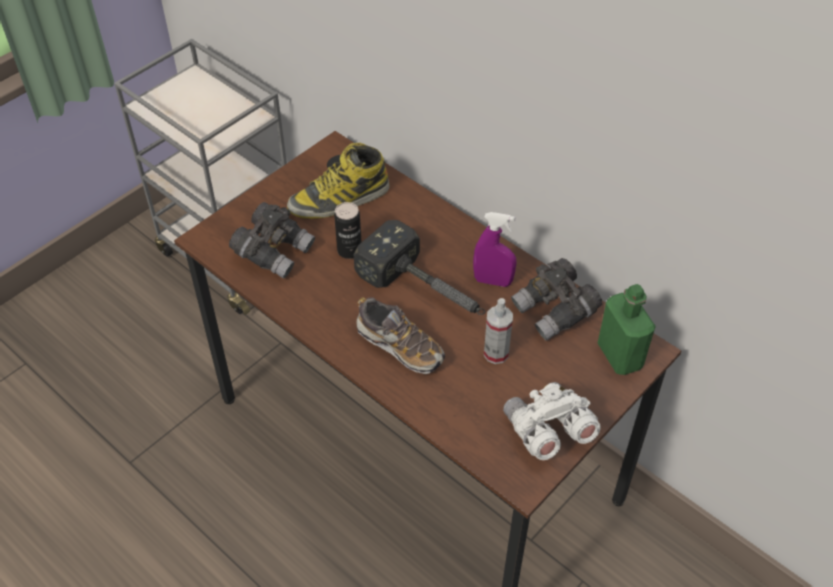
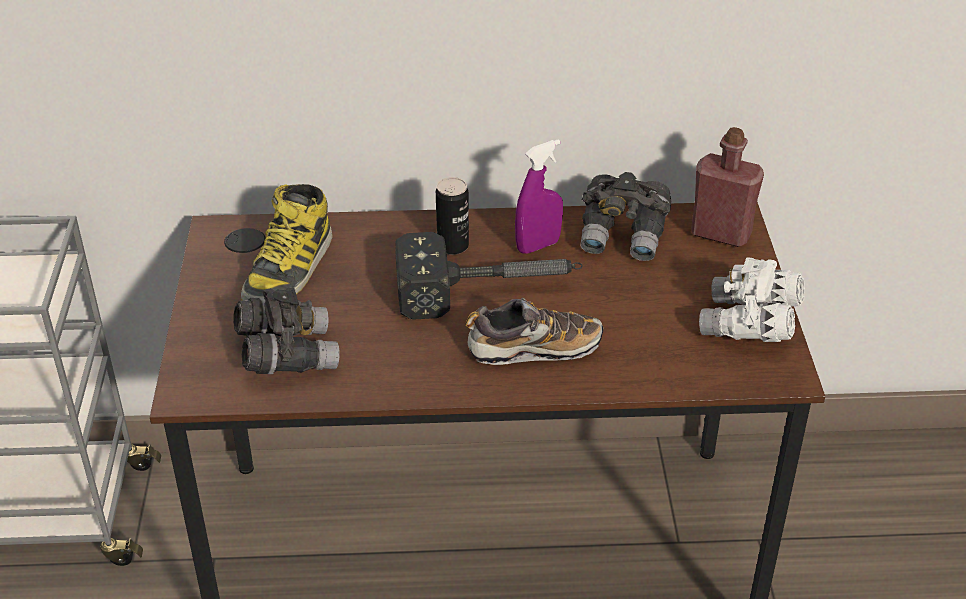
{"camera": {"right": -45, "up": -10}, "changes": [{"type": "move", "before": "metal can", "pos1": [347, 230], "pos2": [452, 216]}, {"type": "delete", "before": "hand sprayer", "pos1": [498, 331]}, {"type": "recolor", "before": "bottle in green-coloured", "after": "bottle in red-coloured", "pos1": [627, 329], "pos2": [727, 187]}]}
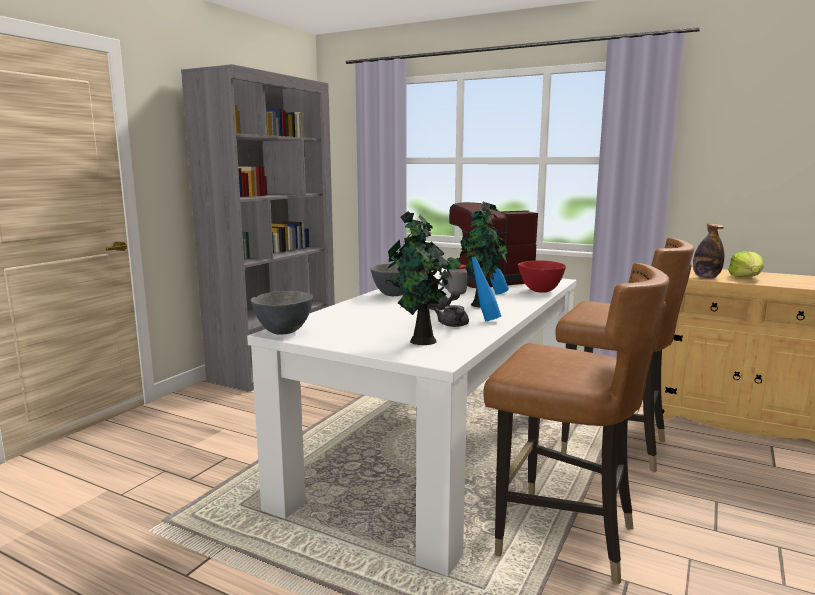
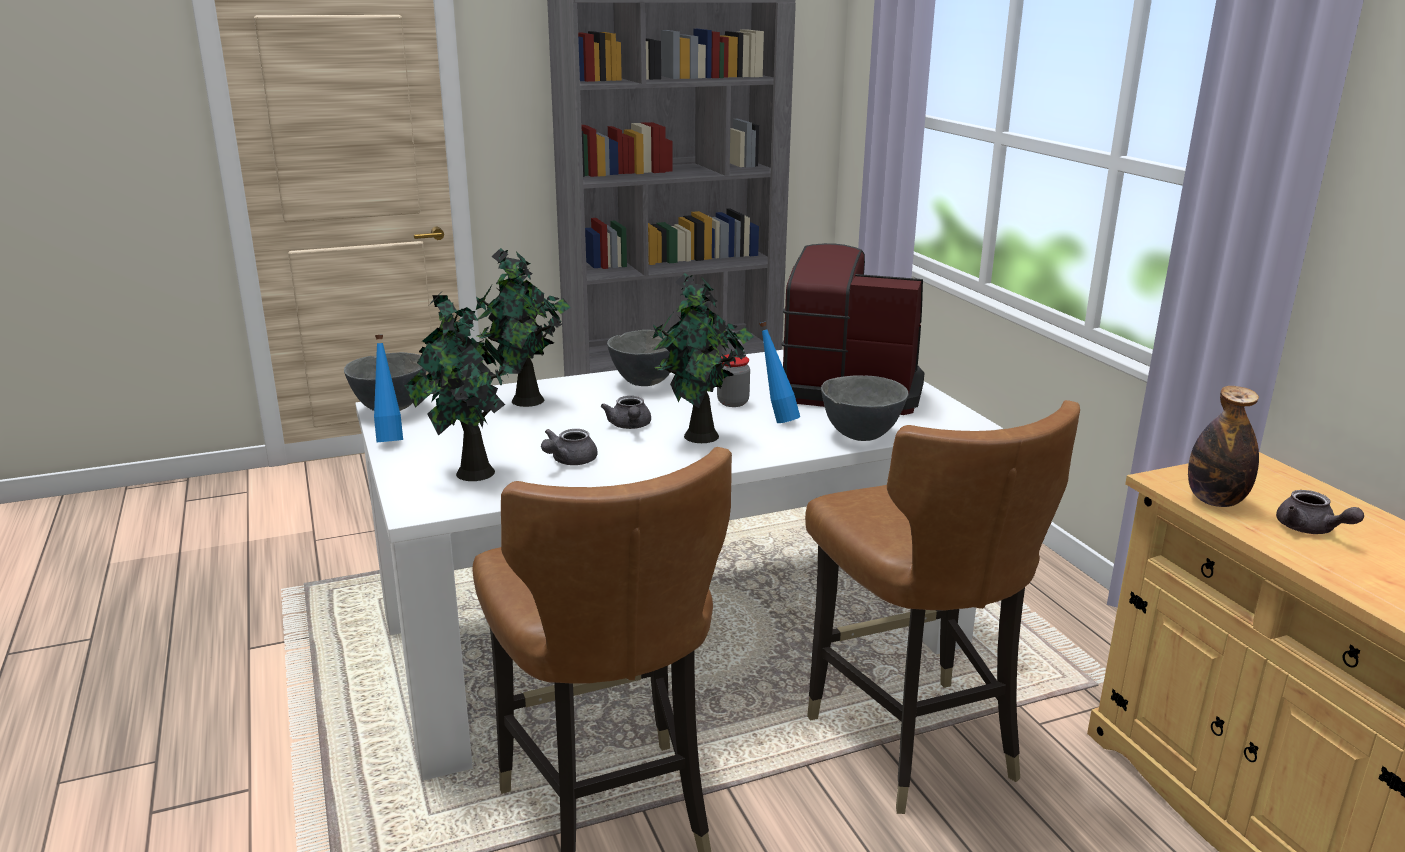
{"camera": {"right": 40, "up": 10}, "changes": [{"type": "move", "before": "bottle in blue", "pos1": [485, 286], "pos2": [388, 388]}, {"type": "recolor", "before": "deep dish in red-coloured", "after": "deep dish in gray", "pos1": [542, 276], "pos2": [865, 408]}, {"type": "replace", "before": "head of lettuce", "after": "pot for tea in gray", "pos1": [746, 264], "pos2": [1320, 512]}, {"type": "insert", "after": "plant in a pot", "pos2": [523, 327]}]}
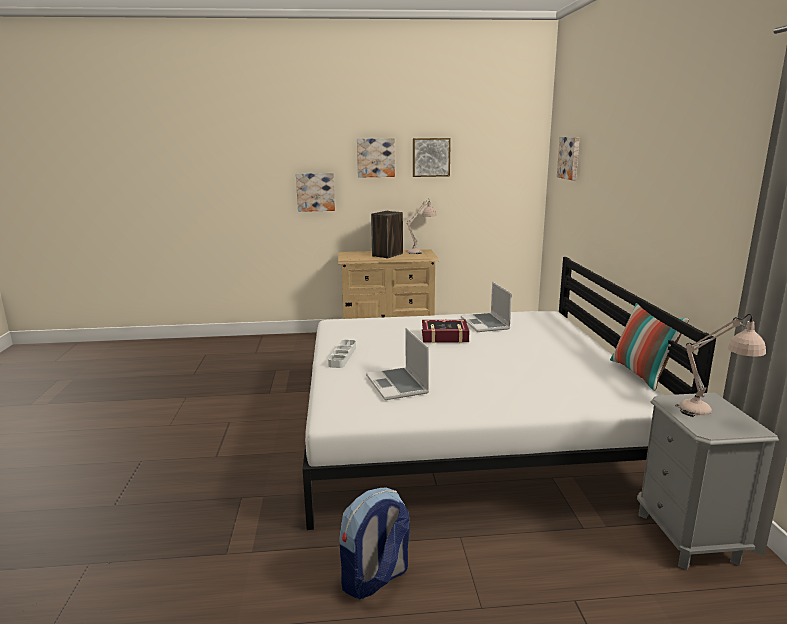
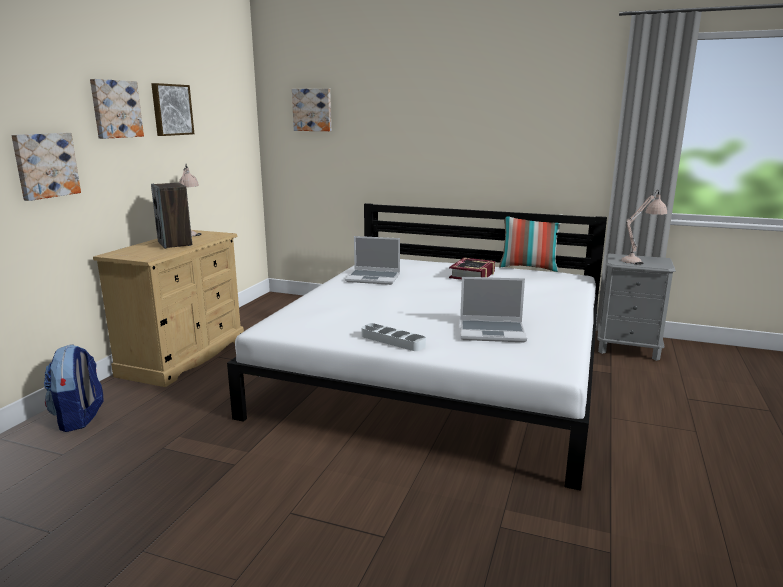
{"camera": {"right": -65, "up": 0}, "changes": [{"type": "move", "before": "knapsack", "pos1": [374, 543], "pos2": [74, 388]}, {"type": "move", "before": "volume", "pos1": [445, 331], "pos2": [472, 269]}]}
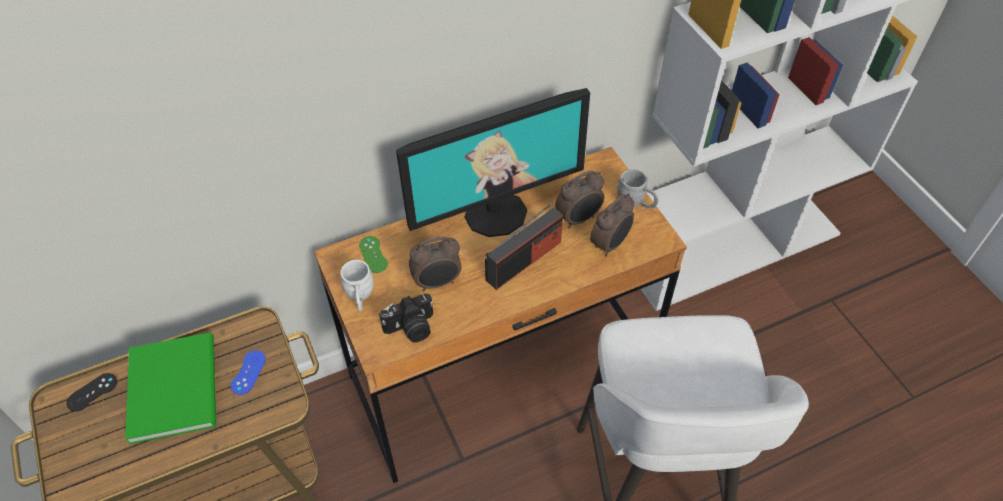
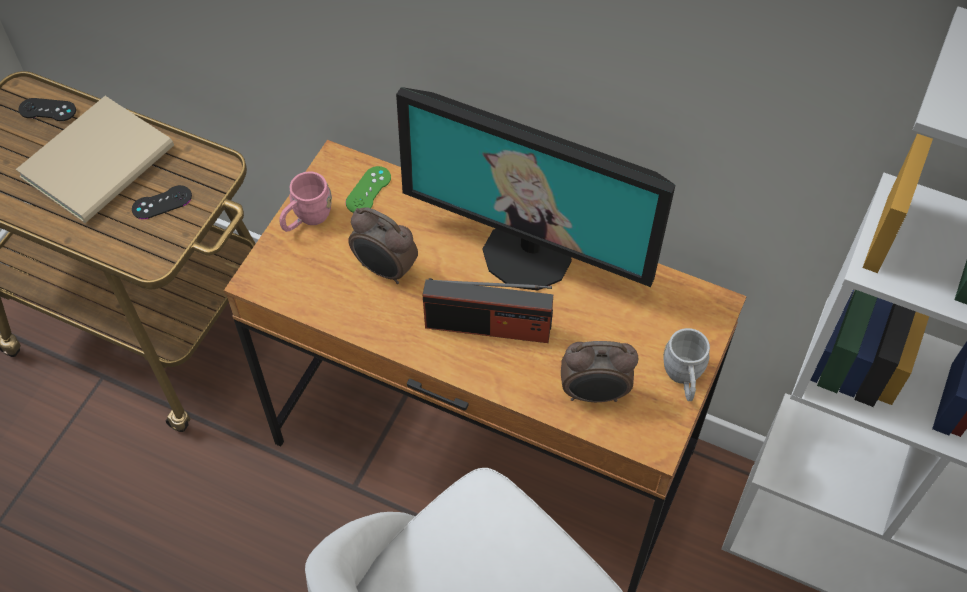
{"camera": {"right": 50, "up": 5}, "changes": [{"type": "recolor", "before": "volume in green-coloured", "after": "volume in beige-coloured", "pos1": [170, 388], "pos2": [95, 159]}, {"type": "recolor", "before": "joypad in blue", "after": "joypad in blackish", "pos1": [248, 372], "pos2": [162, 202]}, {"type": "recolor", "before": "tea mug in white", "after": "tea mug in pink-coloured", "pos1": [356, 285], "pos2": [305, 201]}, {"type": "delete", "before": "photo camera", "pos1": [406, 318]}, {"type": "delete", "before": "table clock", "pos1": [579, 199]}]}
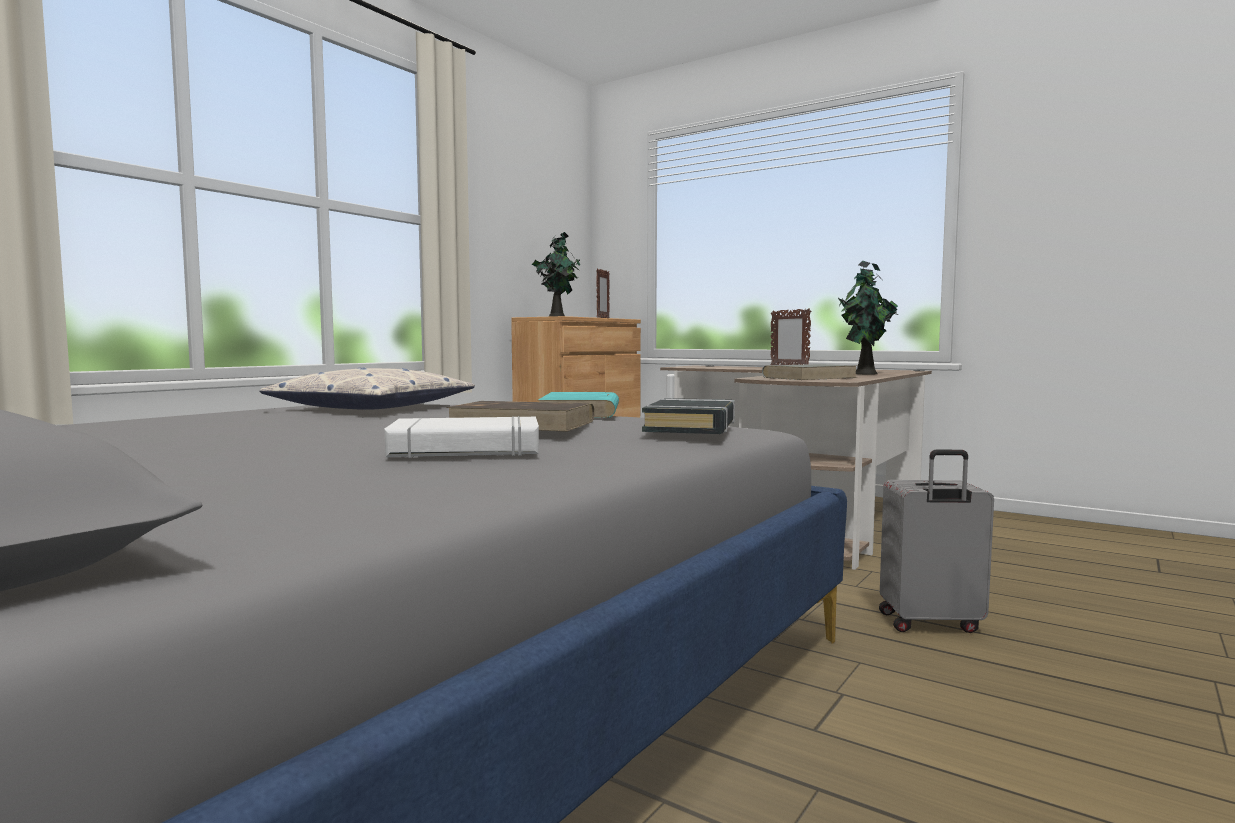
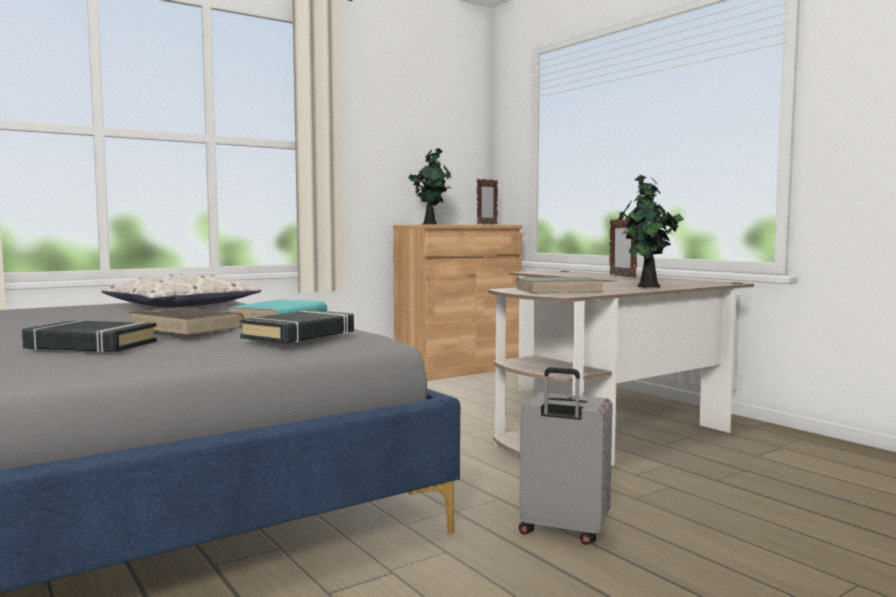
{"camera": {"right": 20, "up": 0}, "changes": [{"type": "recolor", "before": "volume in white", "after": "volume in blackish", "pos1": [462, 437], "pos2": [89, 336]}]}
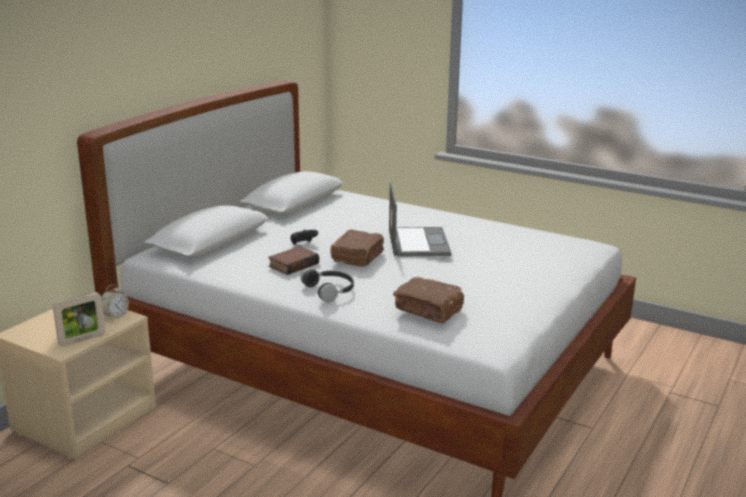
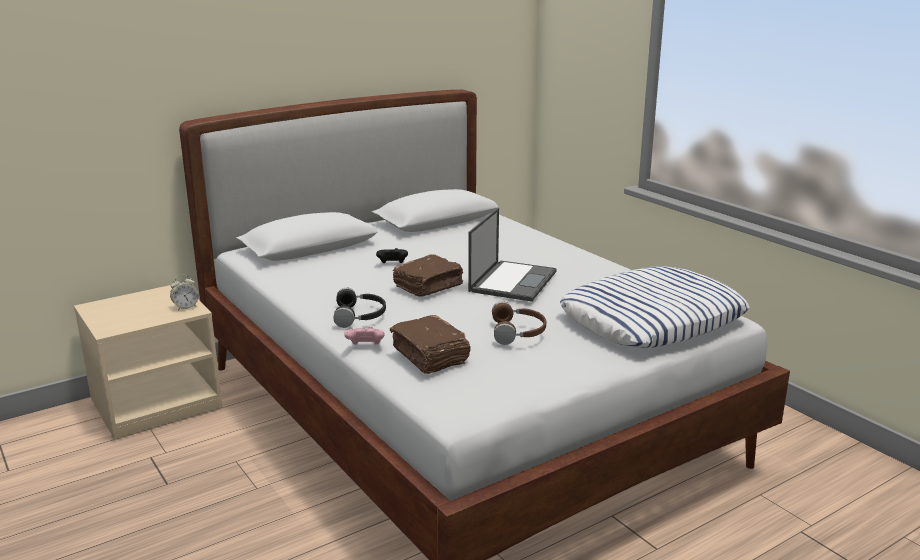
{"camera": {"right": 25, "up": 0}, "changes": [{"type": "delete", "before": "photo frame", "pos1": [79, 319]}, {"type": "delete", "before": "volume", "pos1": [293, 260]}, {"type": "insert", "after": "joypad in pink-coloured", "pos2": [364, 336]}, {"type": "insert", "after": "pair of headphones in brownish", "pos2": [519, 323]}, {"type": "insert", "after": "pillow", "pos2": [655, 307]}]}
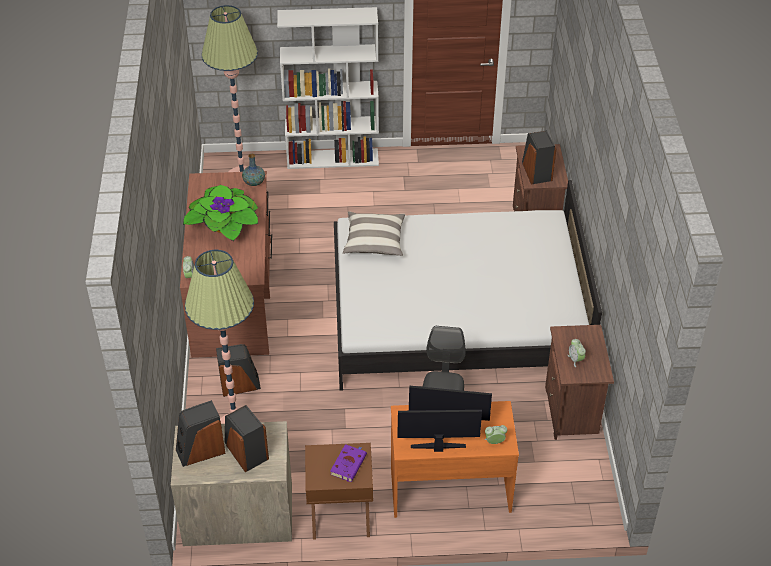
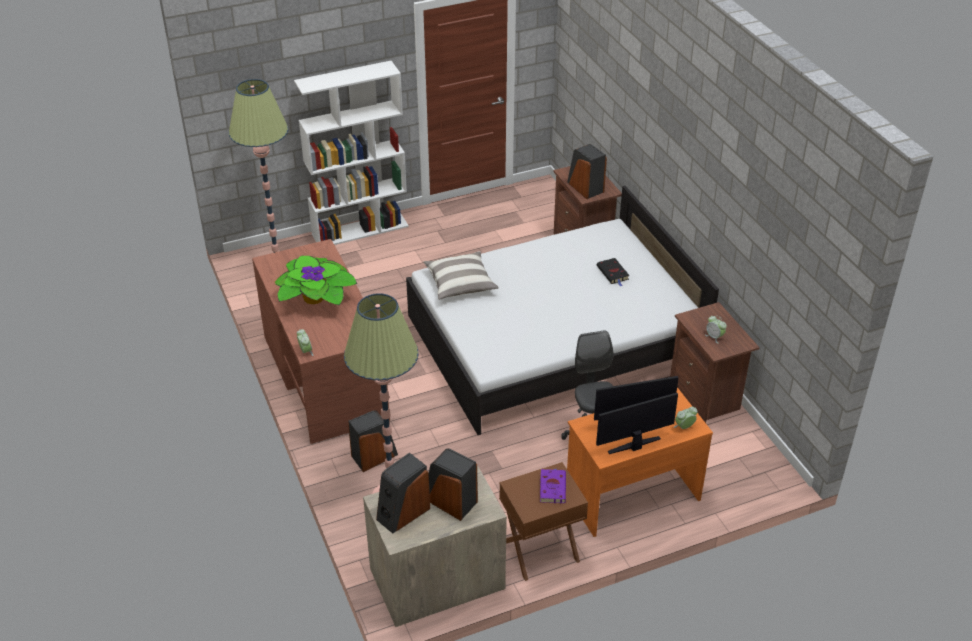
{"camera": {"right": -20, "up": -5}, "changes": [{"type": "delete", "before": "decorative vase", "pos1": [253, 170]}, {"type": "insert", "after": "volume in blackish", "pos2": [613, 272]}]}
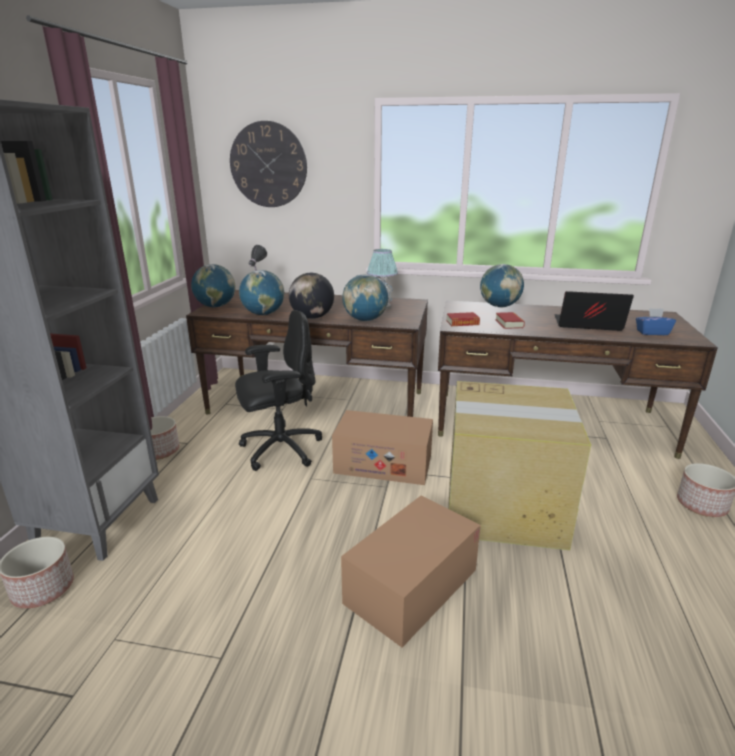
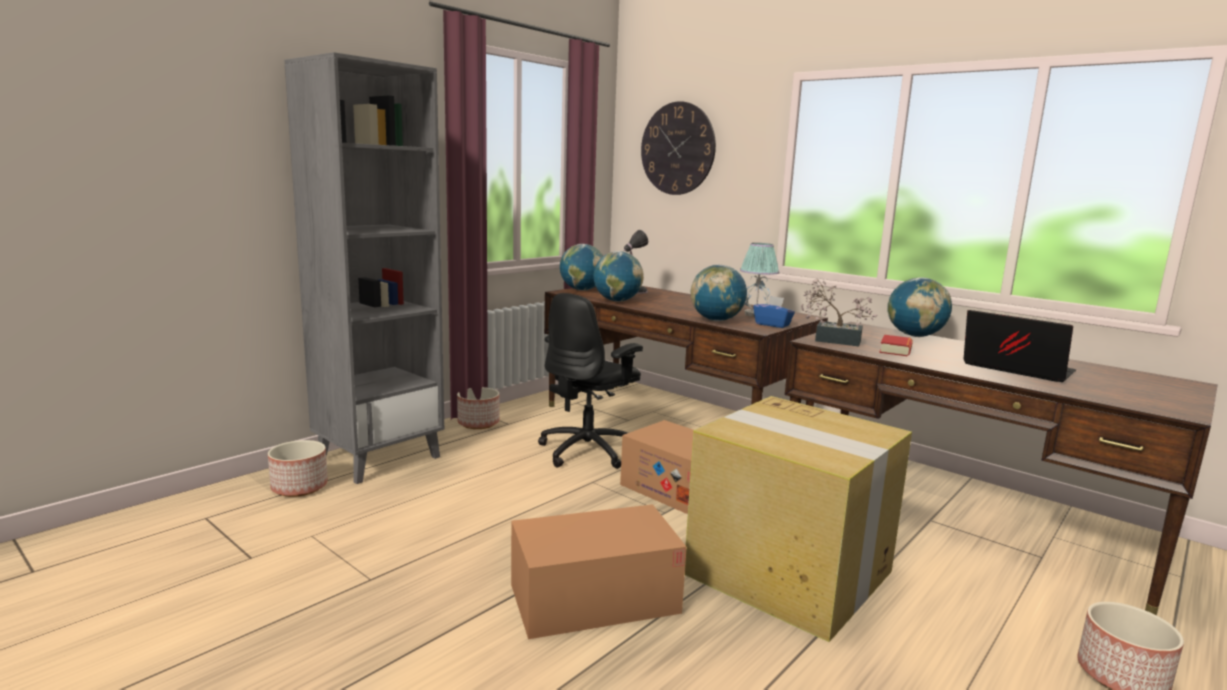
{"camera": {"right": 30, "up": -10}, "changes": [{"type": "rotate", "before": "computer chair in blackish", "pos1": [278, 390], "pos2": [590, 381], "turn": 120}, {"type": "delete", "before": "desk globe", "pos1": [311, 296]}, {"type": "replace", "before": "volume", "after": "plant in a pot", "pos1": [463, 319], "pos2": [839, 312]}, {"type": "move", "before": "box of tissues in blue", "pos1": [656, 321], "pos2": [774, 312]}]}
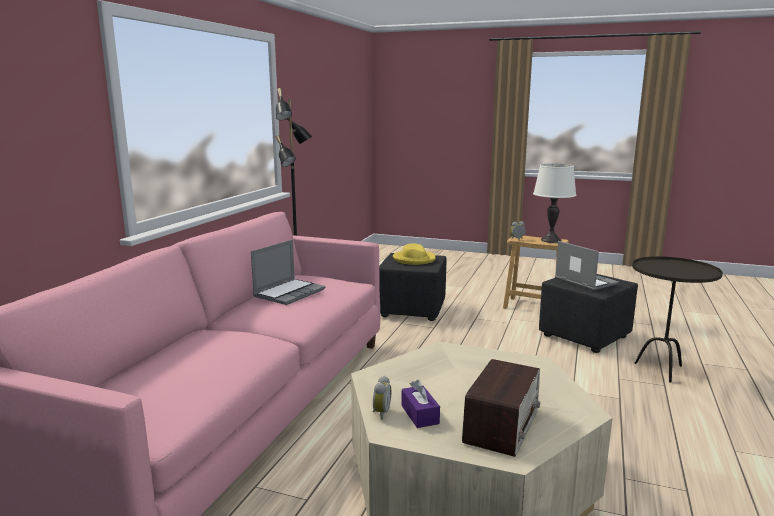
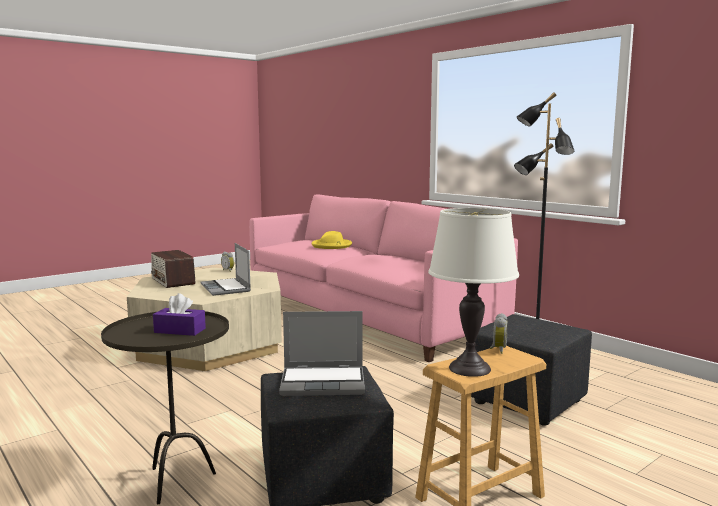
{"camera": {"right": 120, "up": -5}, "changes": [{"type": "move", "before": "portable computer", "pos1": [288, 272], "pos2": [226, 269]}, {"type": "move", "before": "hat in yellowish", "pos1": [414, 254], "pos2": [332, 240]}, {"type": "move", "before": "box of tissues in purplish", "pos1": [421, 404], "pos2": [179, 314]}]}
